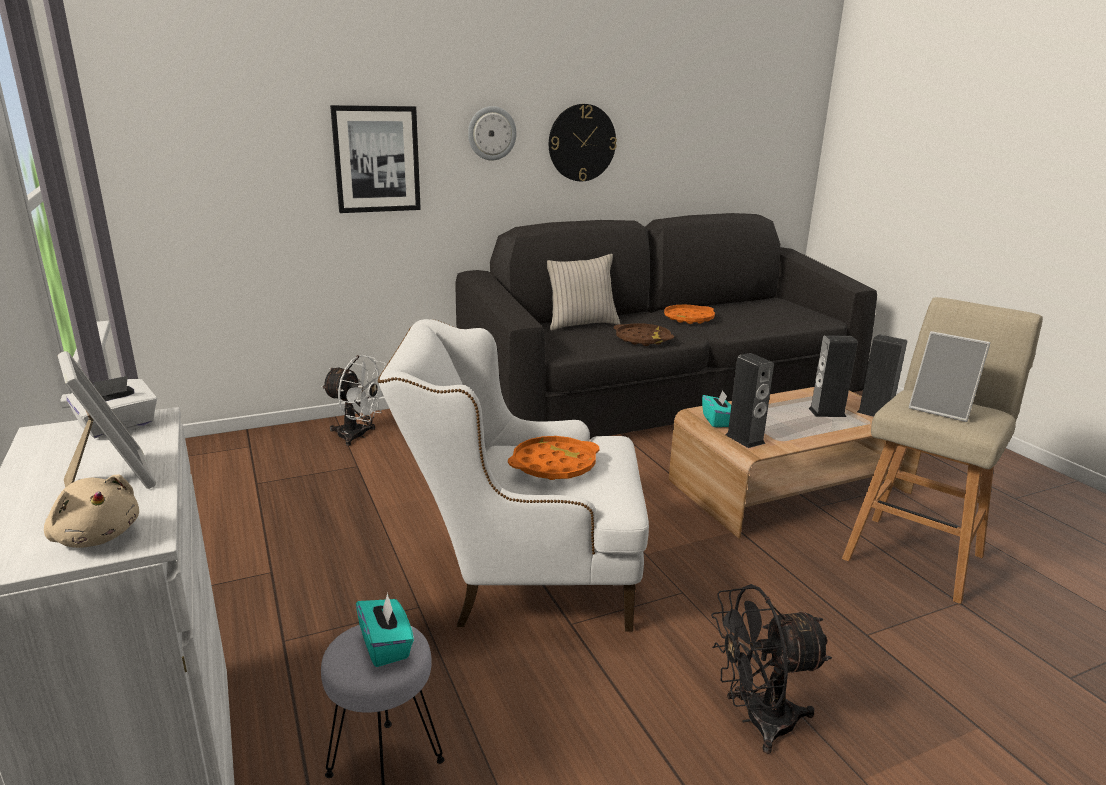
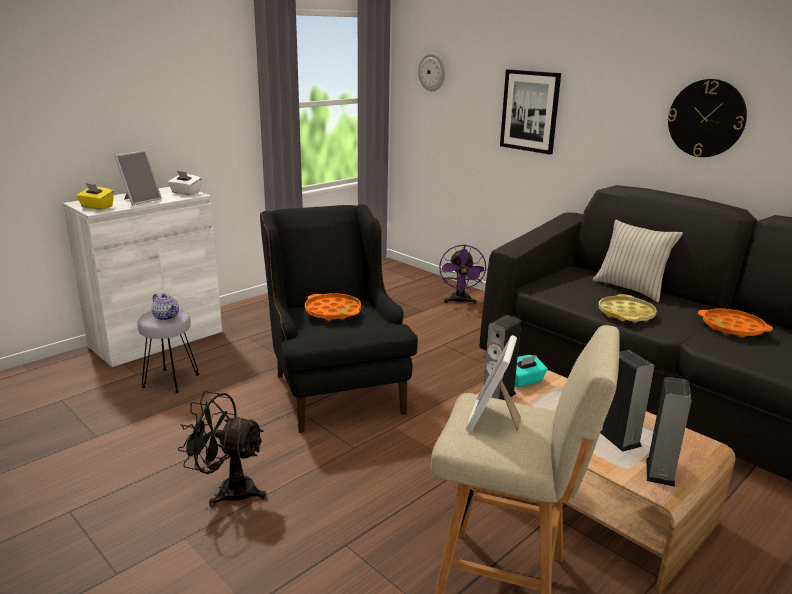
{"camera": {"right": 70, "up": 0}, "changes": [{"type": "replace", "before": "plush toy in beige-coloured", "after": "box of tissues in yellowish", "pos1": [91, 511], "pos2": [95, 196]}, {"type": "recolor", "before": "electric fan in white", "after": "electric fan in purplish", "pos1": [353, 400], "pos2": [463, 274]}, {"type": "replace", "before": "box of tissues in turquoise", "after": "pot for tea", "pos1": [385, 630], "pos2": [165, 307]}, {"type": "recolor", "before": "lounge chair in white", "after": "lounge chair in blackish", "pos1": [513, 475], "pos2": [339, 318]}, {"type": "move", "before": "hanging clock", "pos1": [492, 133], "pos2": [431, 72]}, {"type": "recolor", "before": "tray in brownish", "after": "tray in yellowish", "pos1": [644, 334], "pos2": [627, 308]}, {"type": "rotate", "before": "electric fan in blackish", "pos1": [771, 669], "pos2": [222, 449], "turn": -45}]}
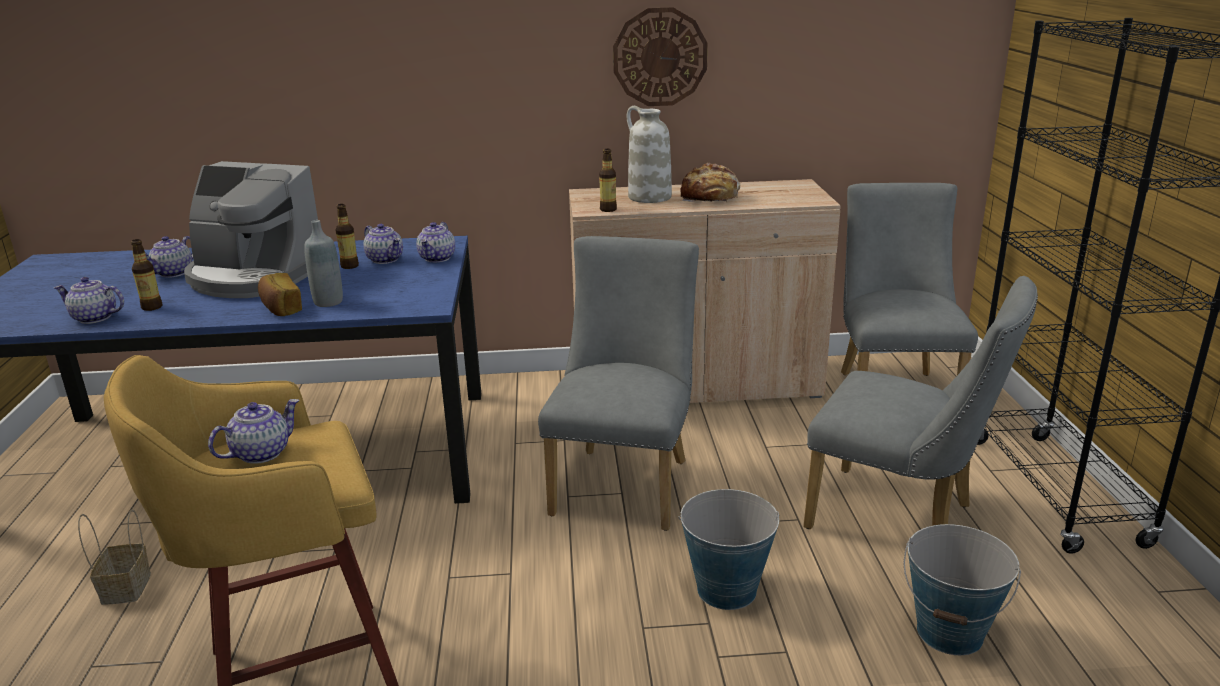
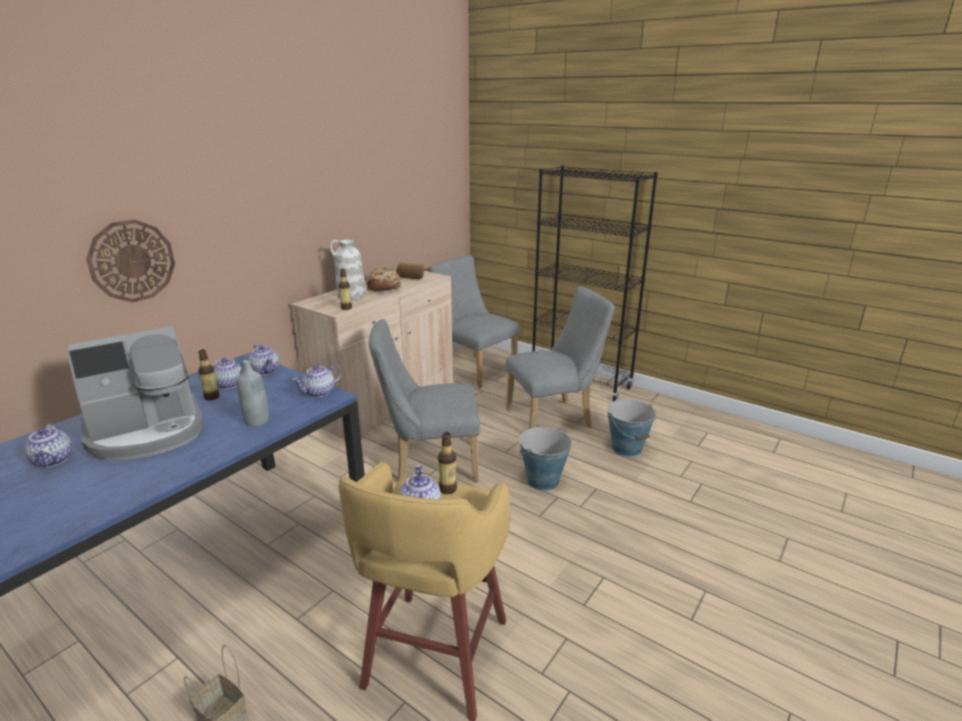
{"camera": {"right": -50, "up": 0}, "changes": [{"type": "move", "before": "pot for tea", "pos1": [89, 300], "pos2": [317, 381]}, {"type": "move", "before": "bottle", "pos1": [146, 275], "pos2": [447, 463]}, {"type": "move", "before": "bread", "pos1": [280, 294], "pos2": [410, 271]}, {"type": "rotate", "before": "chair in gray", "pos1": [618, 383], "pos2": [424, 400], "turn": -60}, {"type": "move", "before": "hanging clock", "pos1": [660, 56], "pos2": [131, 261]}]}
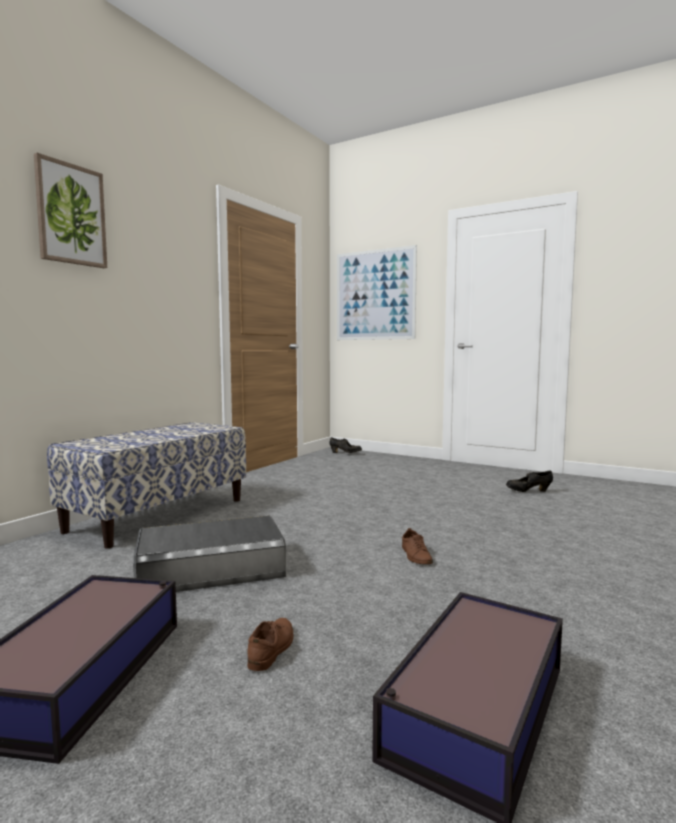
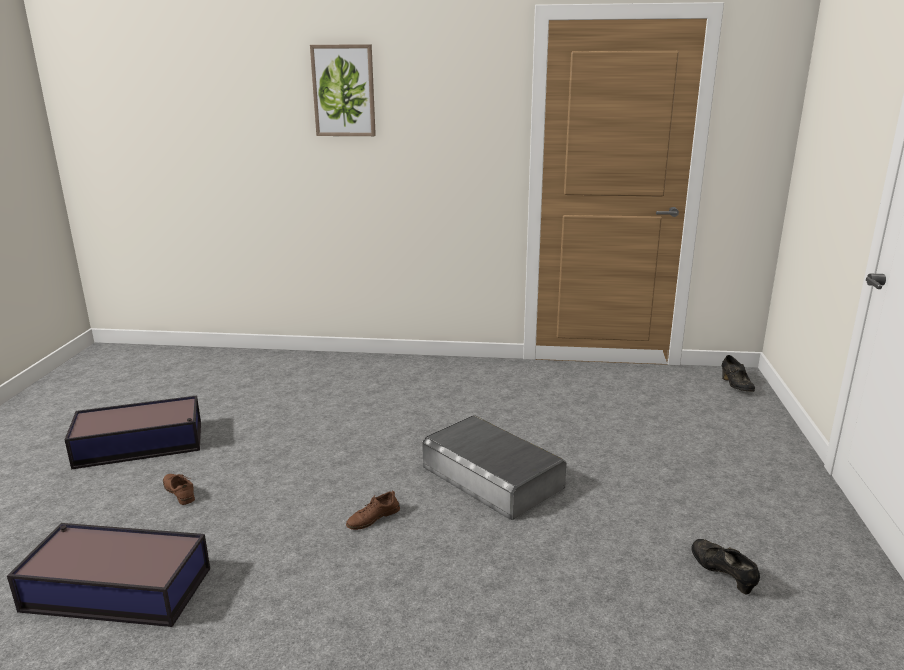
{"camera": {"right": 65, "up": 15}, "changes": [{"type": "delete", "before": "long seat", "pos1": [146, 485]}, {"type": "move", "before": "storage container in gray", "pos1": [209, 554], "pos2": [494, 467]}, {"type": "rotate", "before": "item of footwear in brownish", "pos1": [270, 644], "pos2": [179, 489], "turn": -120}, {"type": "delete", "before": "wall art", "pos1": [377, 292]}]}
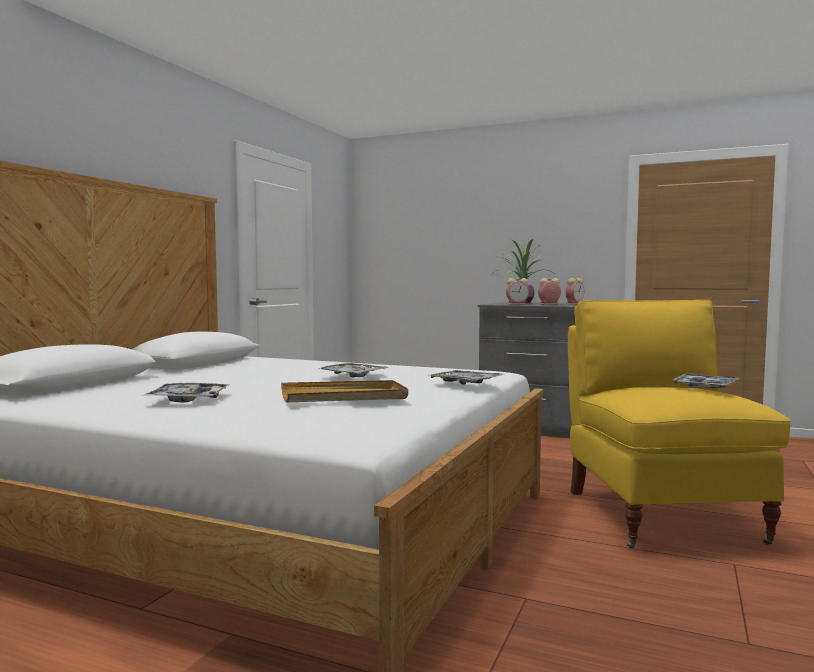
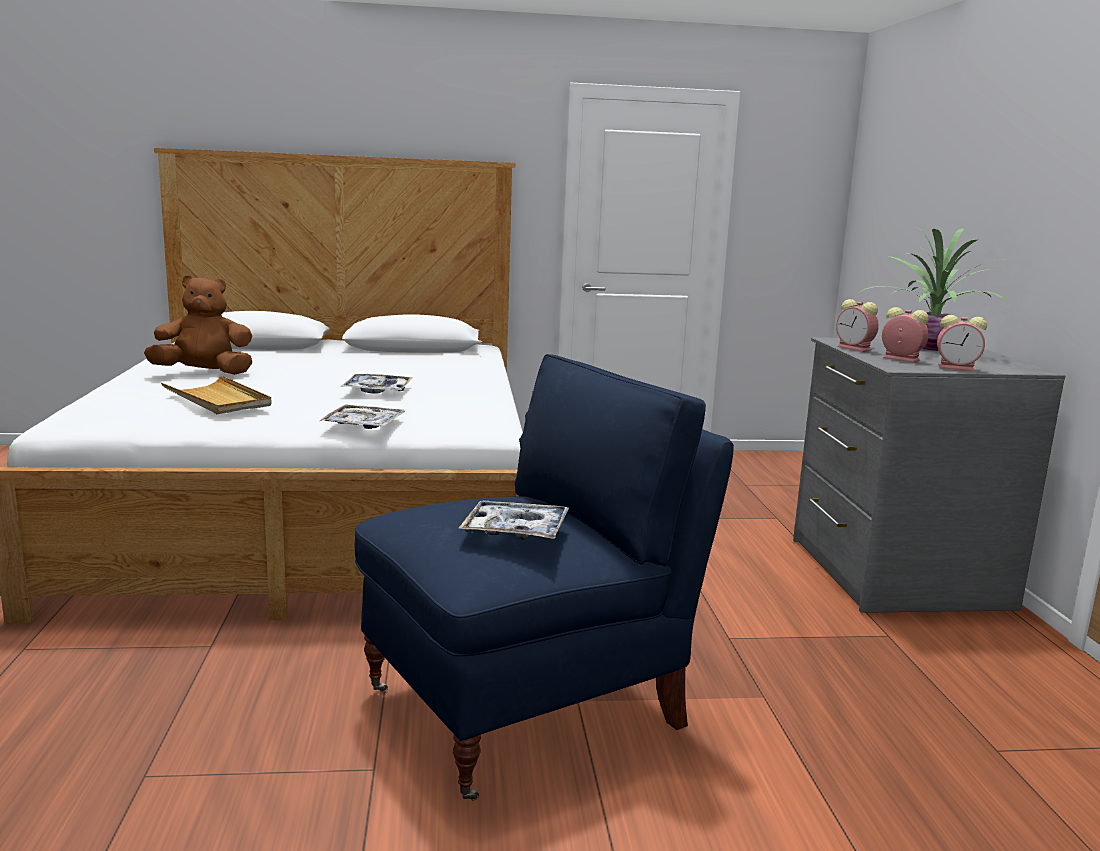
{"camera": {"right": 60, "up": 10}, "changes": [{"type": "replace", "before": "tray", "after": "plush toy in brownish", "pos1": [186, 392], "pos2": [198, 325]}, {"type": "recolor", "before": "lounge chair in yellowish", "after": "lounge chair in blue", "pos1": [679, 424], "pos2": [544, 577]}]}
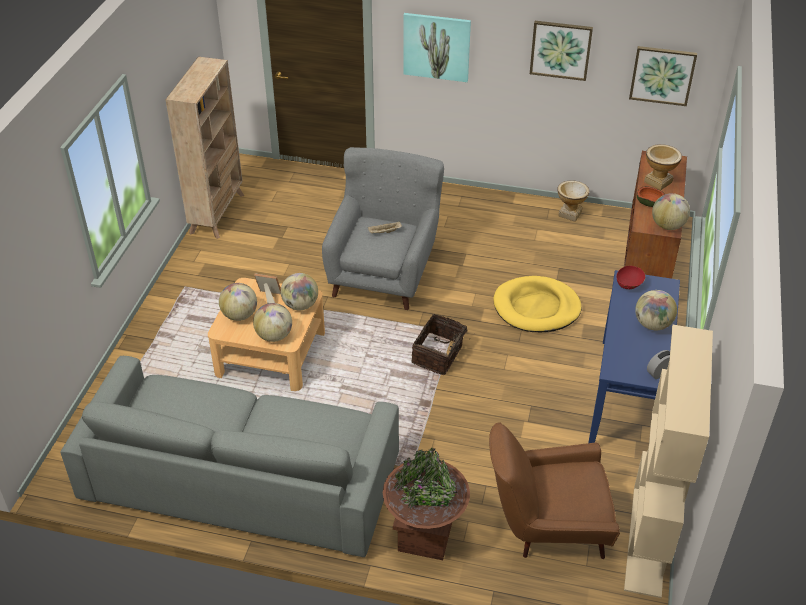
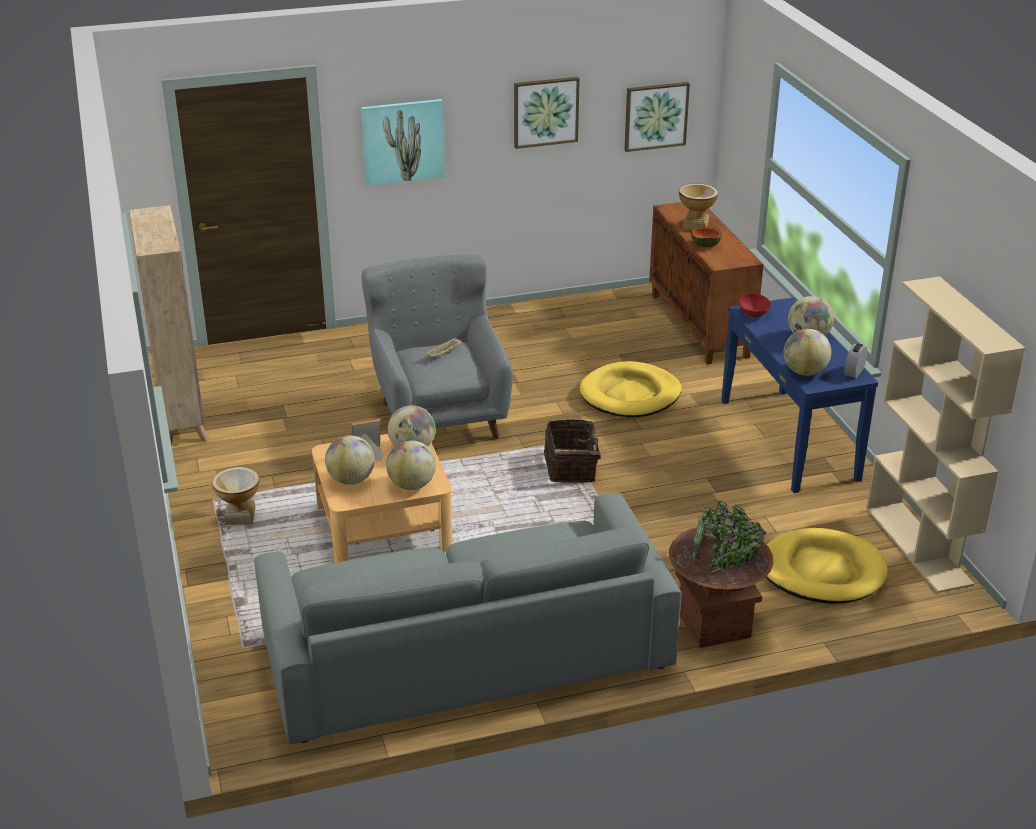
{"camera": {"right": -30, "up": -10}, "changes": [{"type": "replace", "before": "lounge chair in brownish", "after": "pet bed in yellowish", "pos1": [554, 490], "pos2": [827, 566]}, {"type": "move", "before": "decorative vase", "pos1": [573, 201], "pos2": [236, 496]}, {"type": "move", "before": "desk globe", "pos1": [671, 211], "pos2": [807, 352]}]}
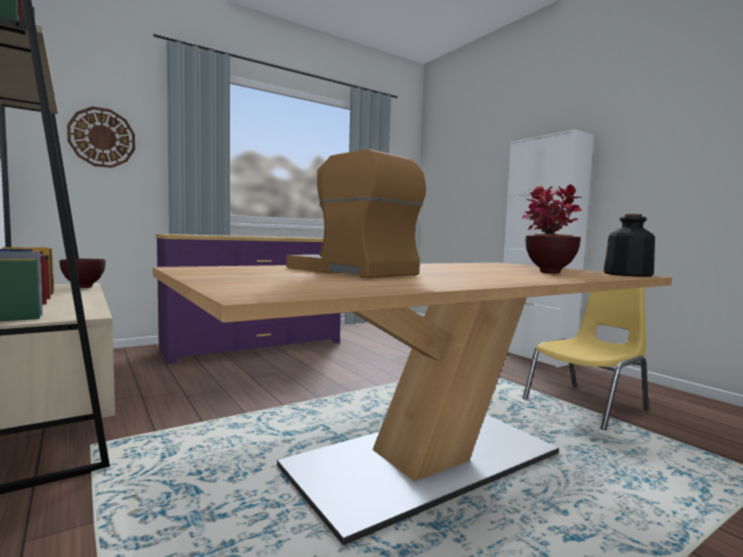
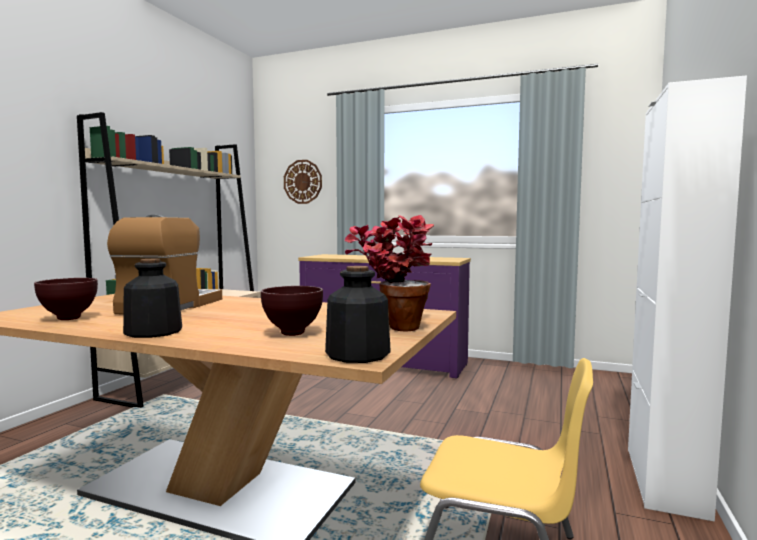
{"camera": {"right": 55, "up": 0}, "changes": [{"type": "move", "before": "deep dish in brownish", "pos1": [82, 273], "pos2": [66, 299]}, {"type": "insert", "after": "bottle", "pos2": [152, 298]}]}
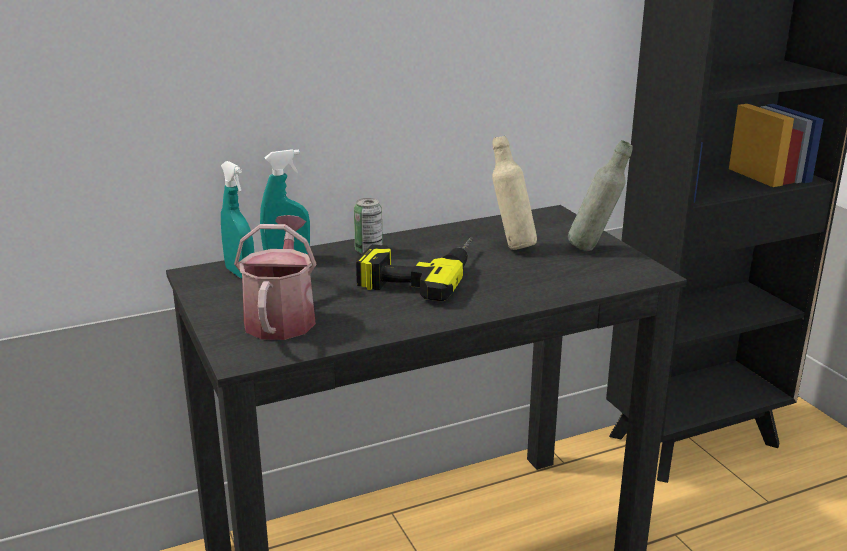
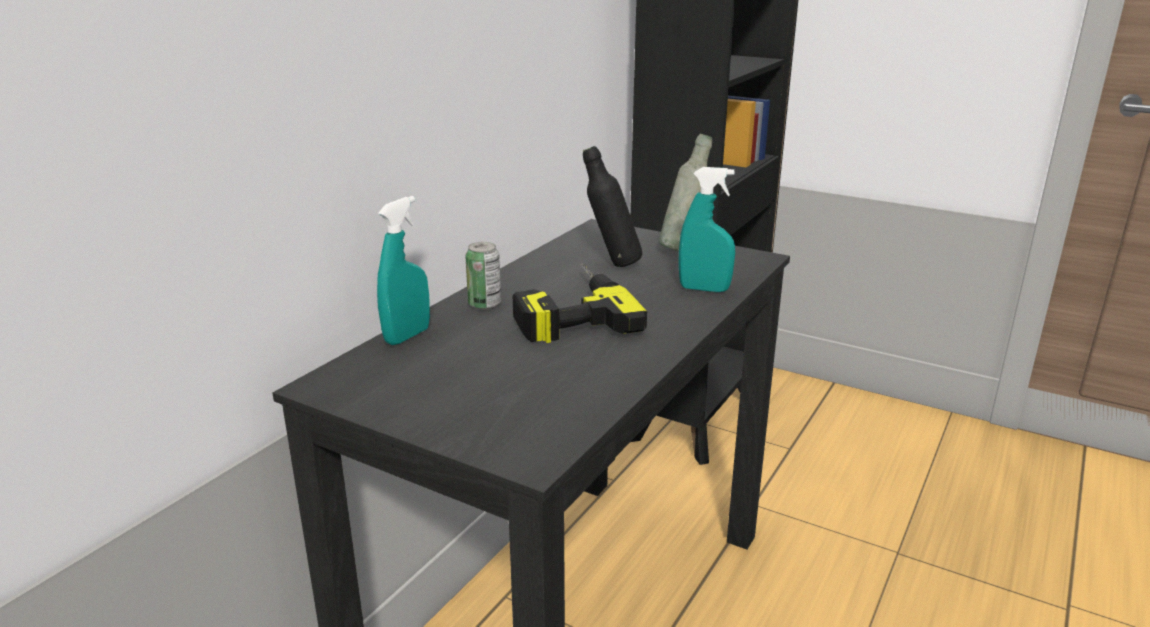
{"camera": {"right": -35, "up": 0}, "changes": [{"type": "move", "before": "hand sprayer in turquoise", "pos1": [237, 219], "pos2": [706, 229]}, {"type": "delete", "before": "watering pot", "pos1": [275, 277]}, {"type": "recolor", "before": "bottle in beige-coloured", "after": "bottle in blackish", "pos1": [514, 193], "pos2": [612, 206]}]}
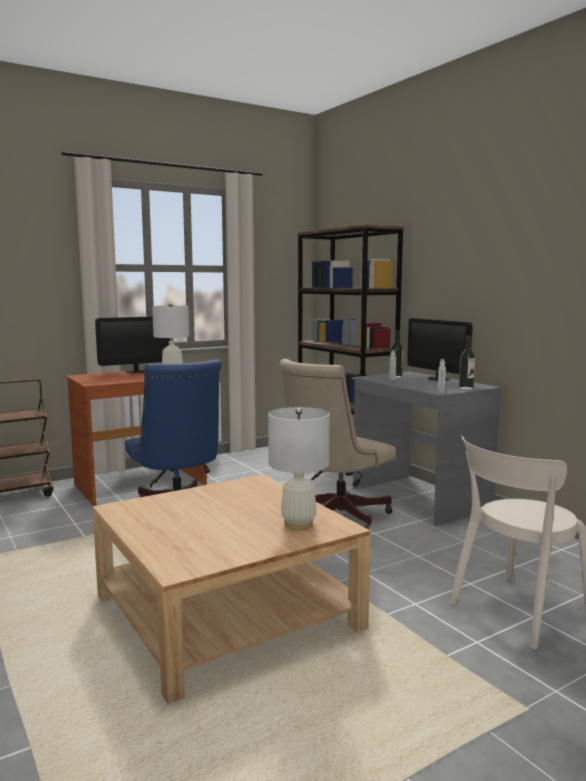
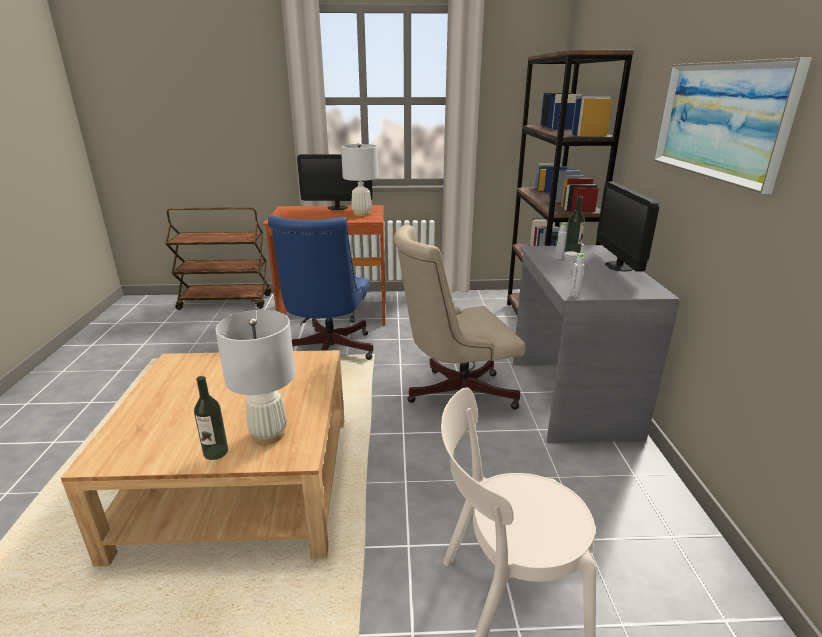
{"camera": {"right": 30, "up": 15}, "changes": [{"type": "move", "before": "bottle", "pos1": [467, 363], "pos2": [211, 418]}, {"type": "insert", "after": "wall art", "pos2": [733, 126]}]}
